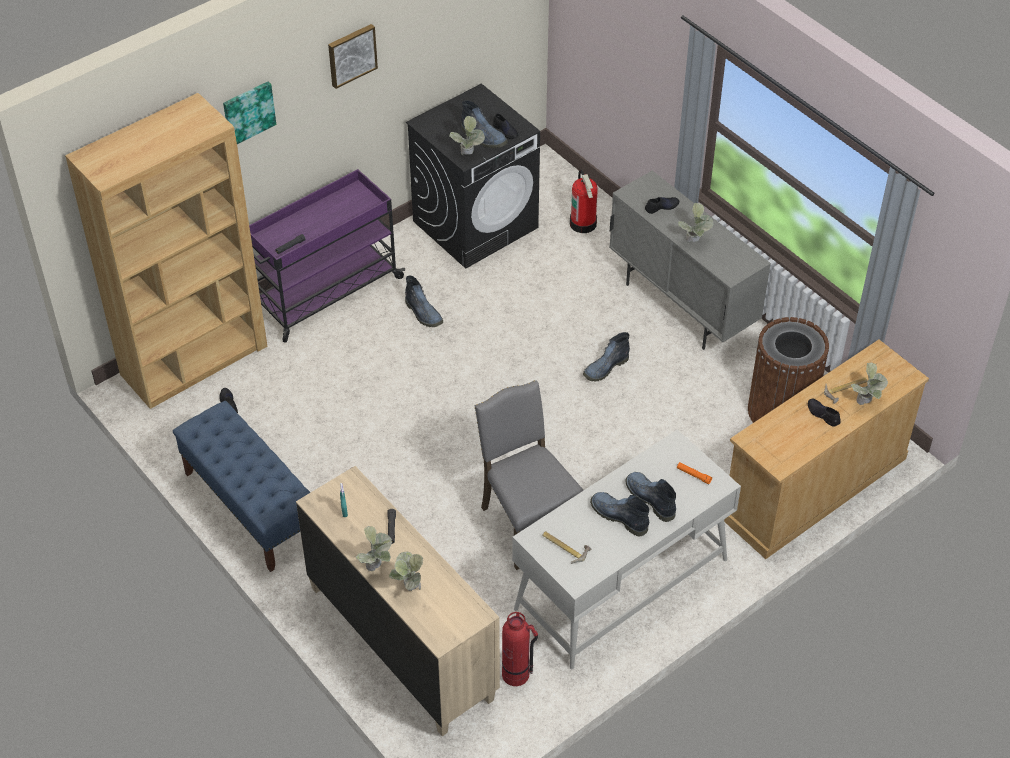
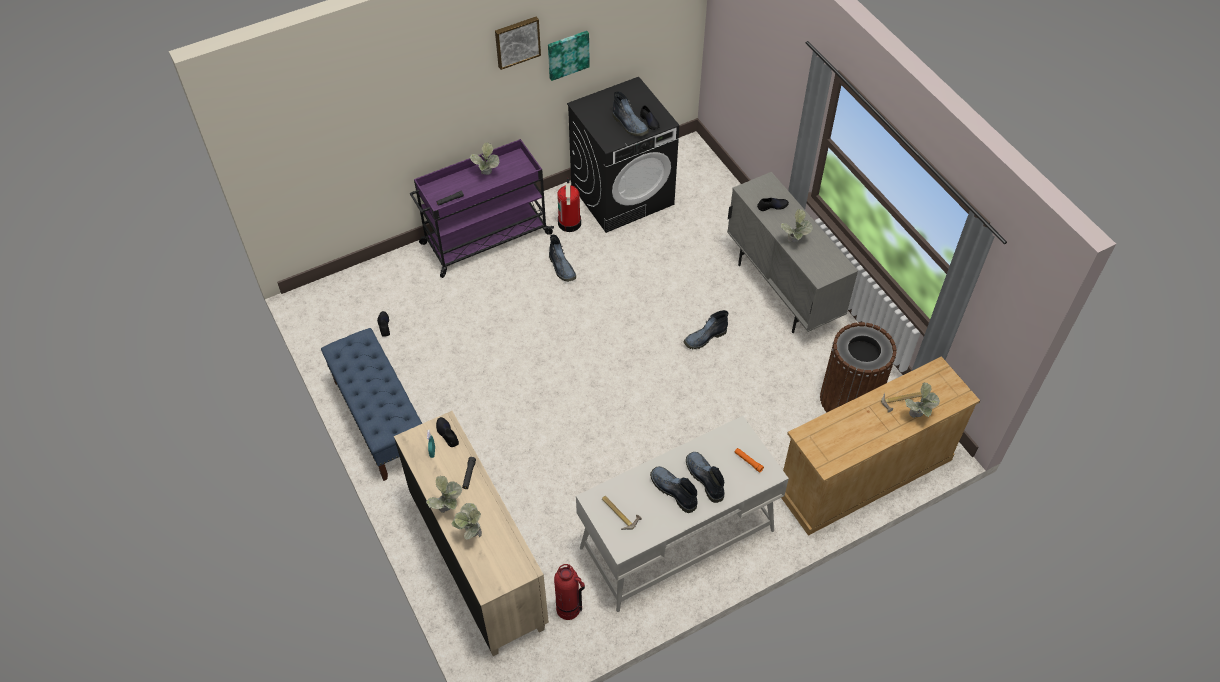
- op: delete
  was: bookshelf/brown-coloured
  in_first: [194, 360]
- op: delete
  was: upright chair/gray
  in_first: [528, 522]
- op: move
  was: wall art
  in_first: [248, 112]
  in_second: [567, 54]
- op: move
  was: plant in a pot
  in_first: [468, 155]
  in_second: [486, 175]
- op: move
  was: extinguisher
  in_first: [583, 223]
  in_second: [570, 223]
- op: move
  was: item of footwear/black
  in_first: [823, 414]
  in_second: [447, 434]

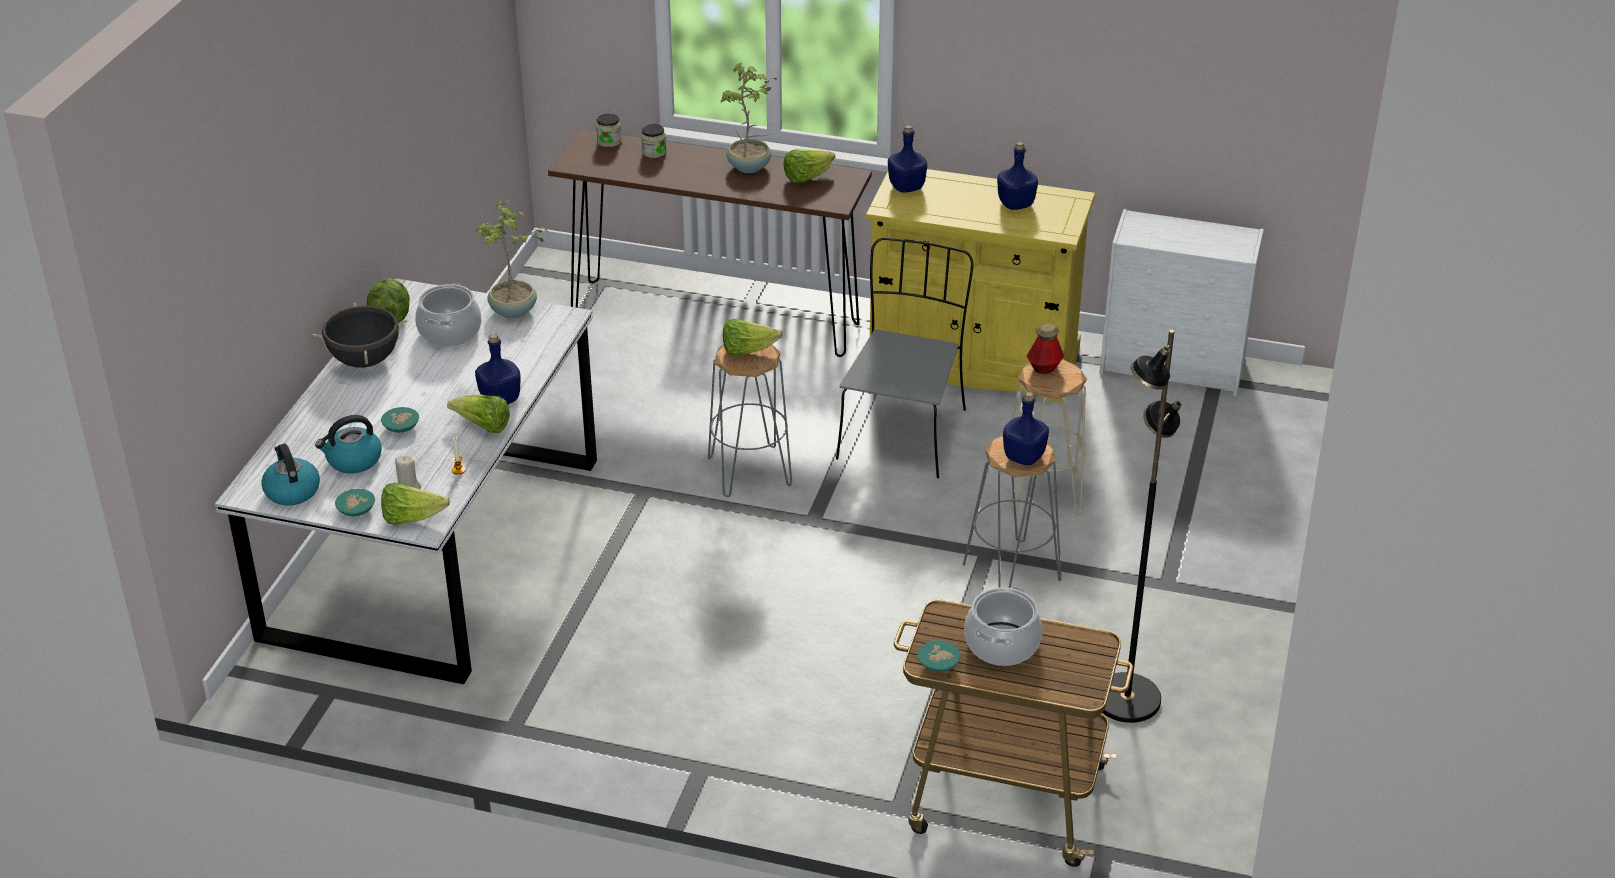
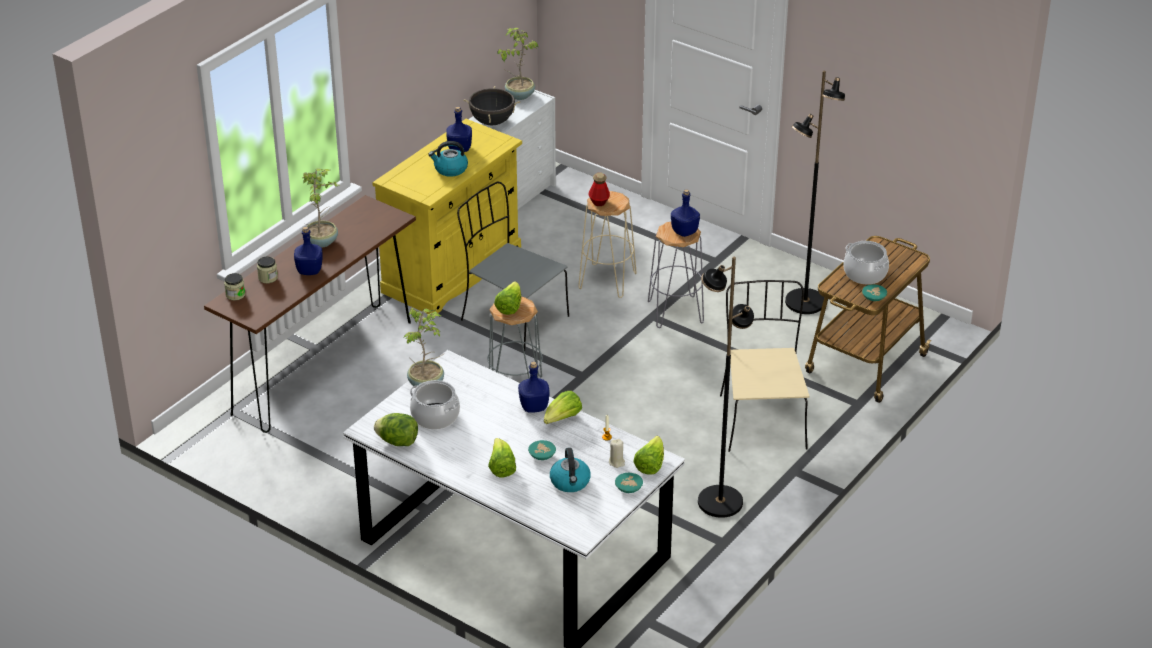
- op: insert
  now: plant in a pot
  in_second: [519, 95]
- op: insert
  now: floor lamp/black
  in_second: [719, 502]
- op: insert
  now: upright chair/beige-coloured
  in_second: [762, 420]
- op: move
  was: kettle
  in_first: [291, 491]
  in_second: [450, 169]
- op: move
  was: saucepot/black
  in_first: [365, 361]
  in_second: [492, 122]
- op: move
  was: lettuce
  in_first: [806, 177]
  in_second: [501, 468]
- op: move
  was: bottle/blue-coloured
  in_first: [907, 187]
  in_second: [309, 270]

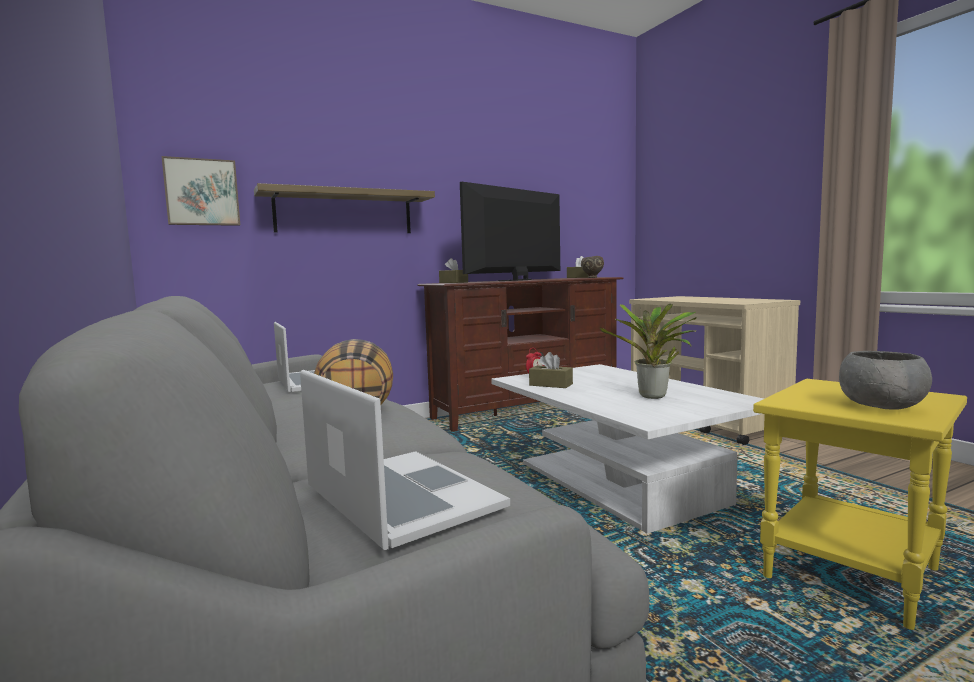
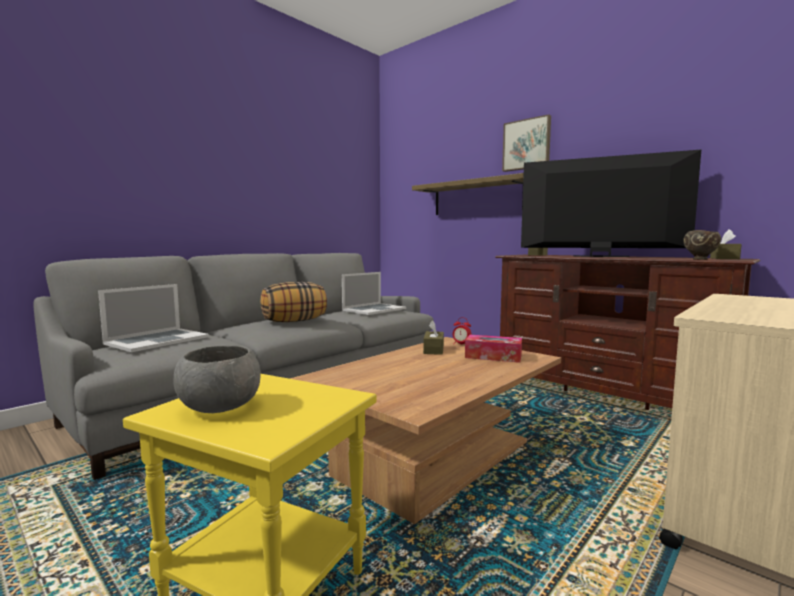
- op: delete
  was: plant in a pot
  in_first: [653, 397]
- op: insert
  now: tissue holder
  in_second: [493, 356]
- op: move
  was: wall art
  in_first: [202, 192]
  in_second: [527, 144]
- op: recolor
  was: lounge table/whitish
  now: lounge table/brown-coloured
  in_first: [617, 483]
  in_second: [435, 458]

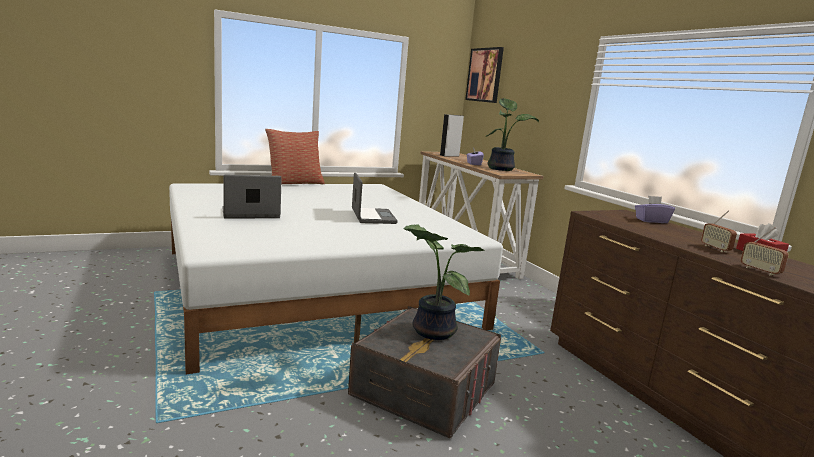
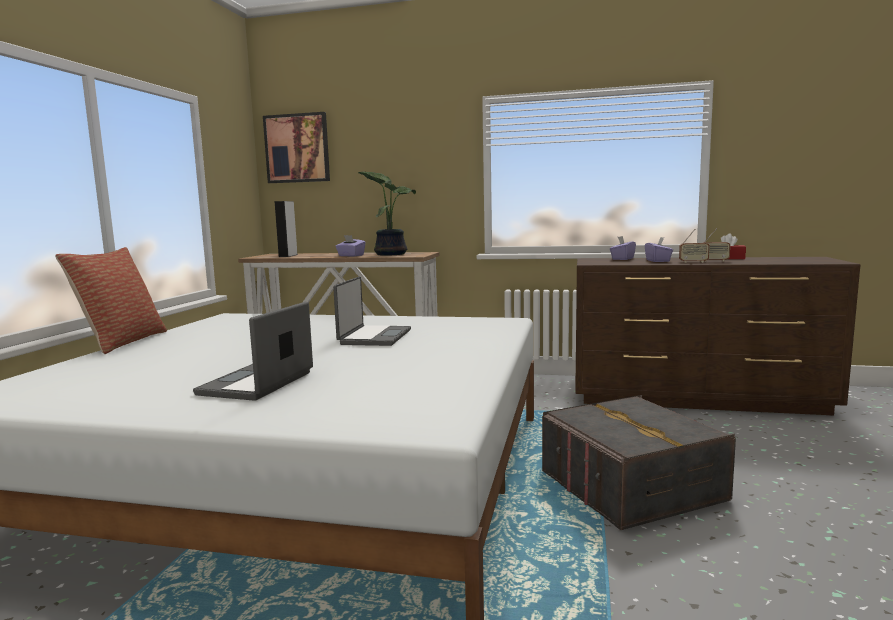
- op: delete
  was: plant in a pot
  in_first: [431, 331]
- op: insert
  now: tissue holder/purple-coloured
  in_second: [658, 261]
- op: move
  was: radio set
  in_first: [760, 271]
  in_second: [693, 262]
- op: rotate
  was: laptop
  in_first: [372, 217]
  in_second: [374, 337]
  clockwise: 75

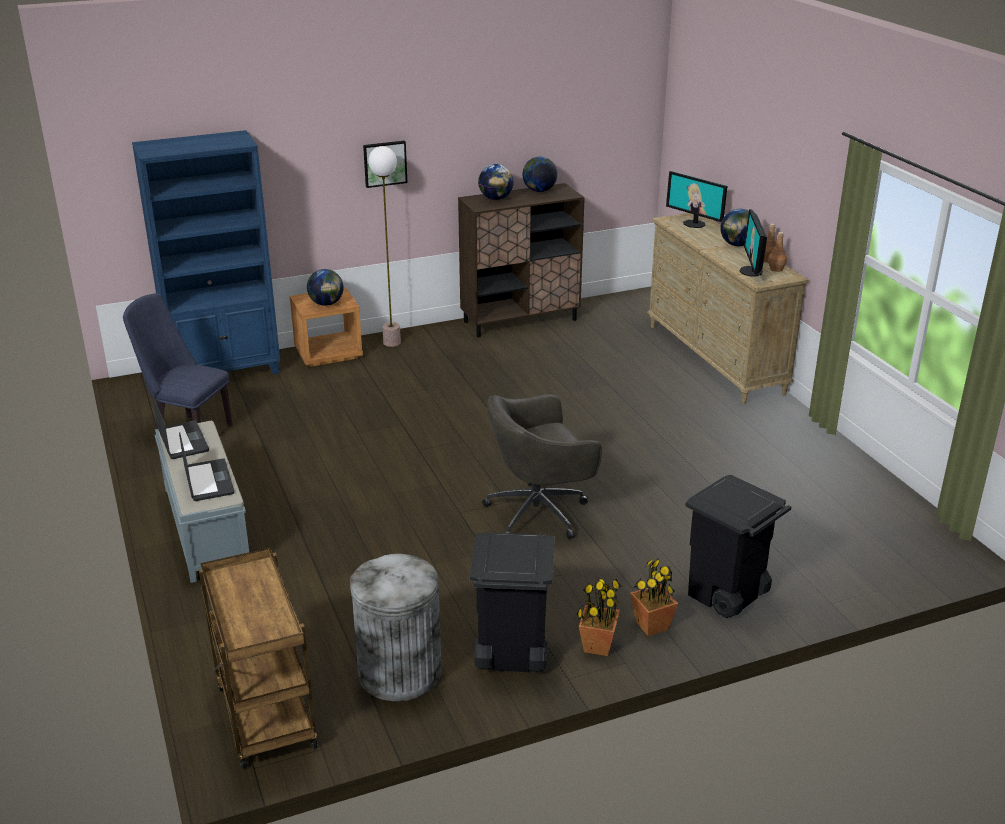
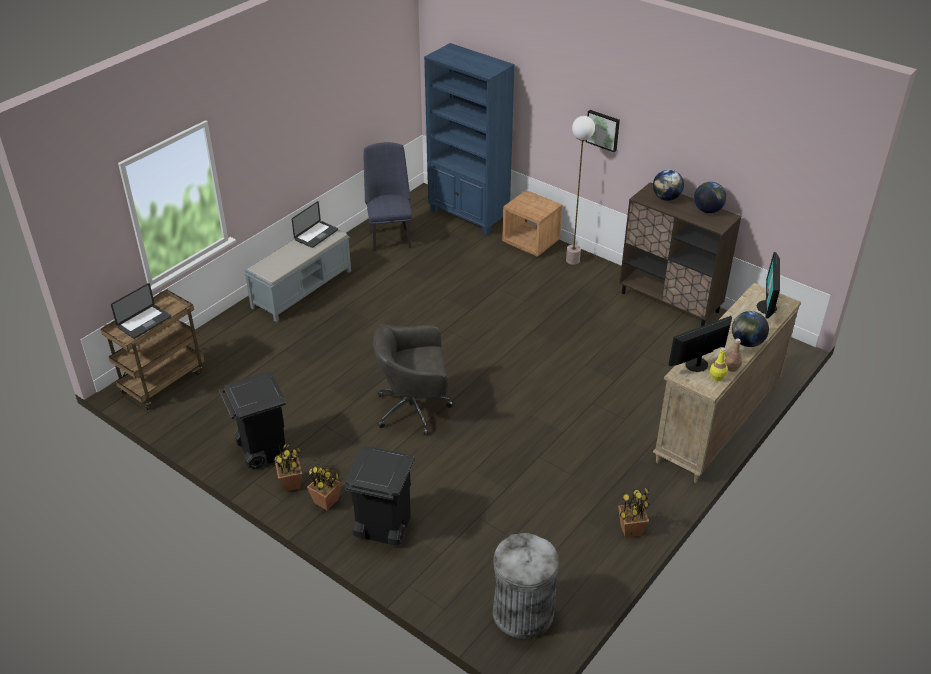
- op: delete
  was: world globe
  in_first: [326, 304]
- op: insert
  now: plant in a pot
  in_second: [630, 530]
- op: move
  was: laptop
  in_first: [209, 481]
  in_second: [144, 322]
- op: move
  was: rubbish bin/gray
  in_first: [399, 672]
  in_second: [522, 612]
- op: recolor
  was: bottle/brown-coloured
  now: bottle/yellow
  in_first: [776, 269]
  in_second: [717, 377]
- op: rotate
  was: computer chair/gray
  in_first: [540, 513]
  in_second: [414, 409]
  clockwise: -45

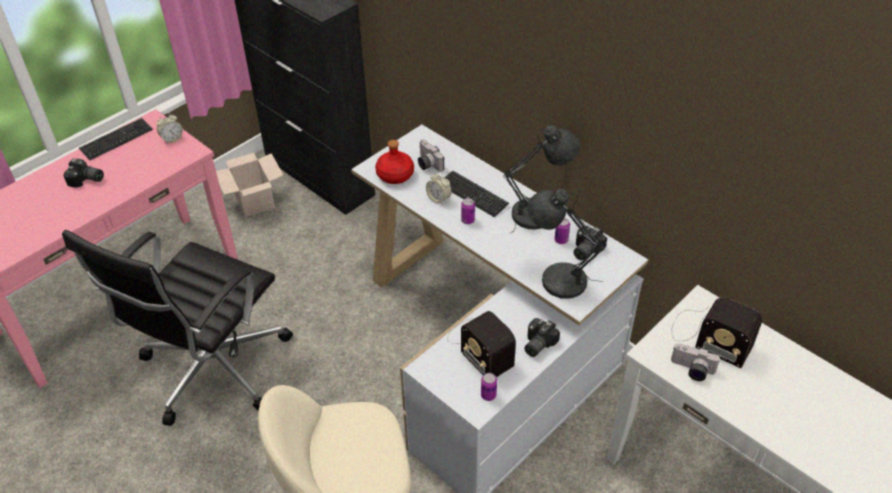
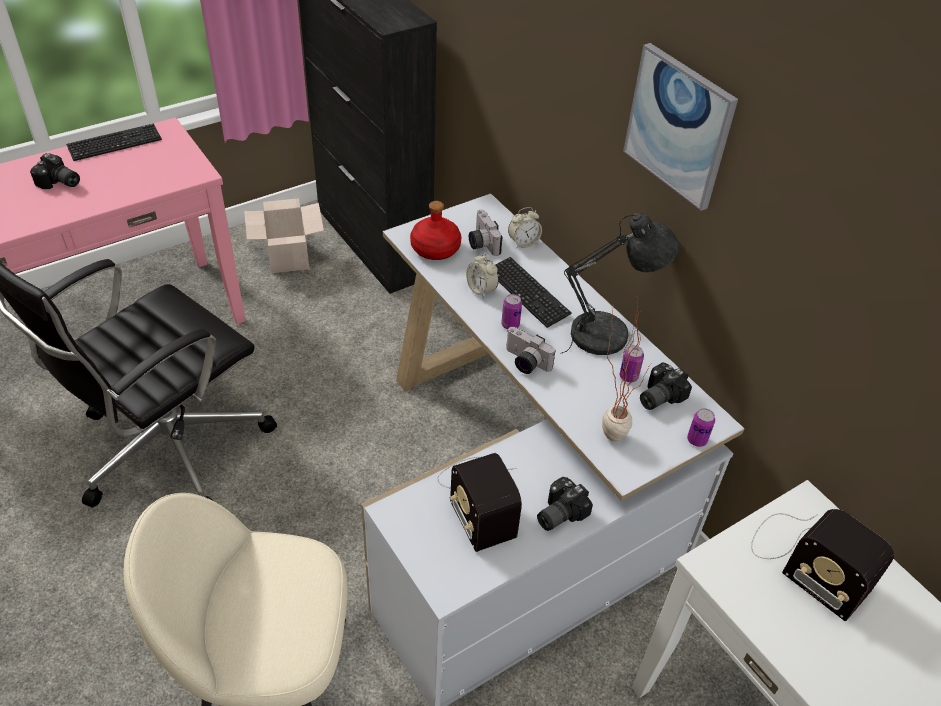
- op: insert
  now: wall art
  in_second: [679, 126]
- op: move
  was: alarm clock
  in_first: [172, 139]
  in_second: [523, 243]
- op: move
  was: metal can
  in_first: [488, 395]
  in_second: [697, 440]
- op: move
  was: still camera
  in_first: [691, 370]
  in_second: [524, 362]
- op: replace
  was: lamp for a table/gray
  now: plant in a pot
  in_first: [558, 279]
  in_second: [609, 429]

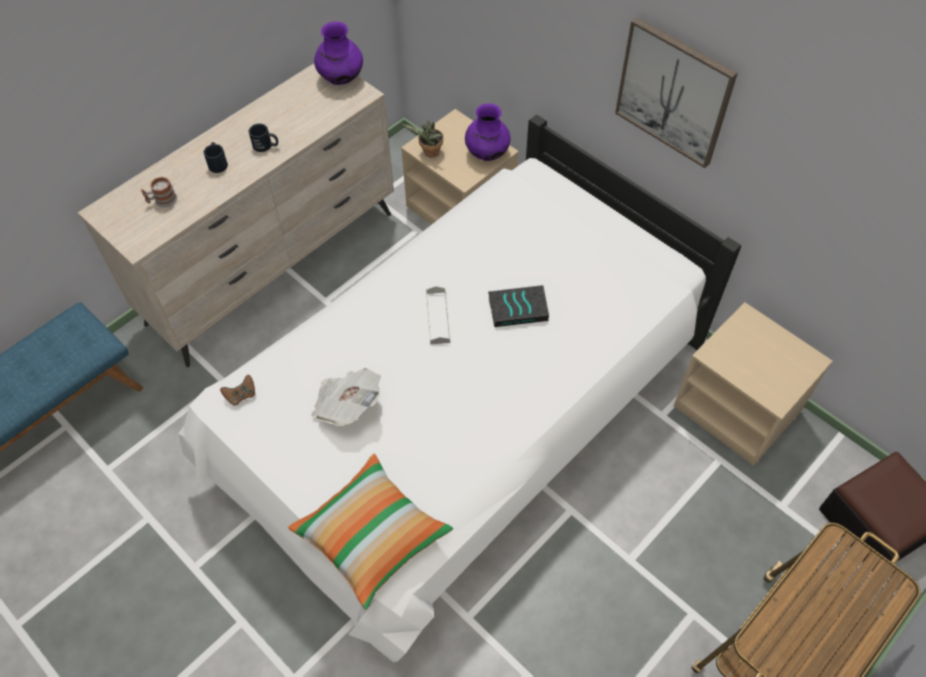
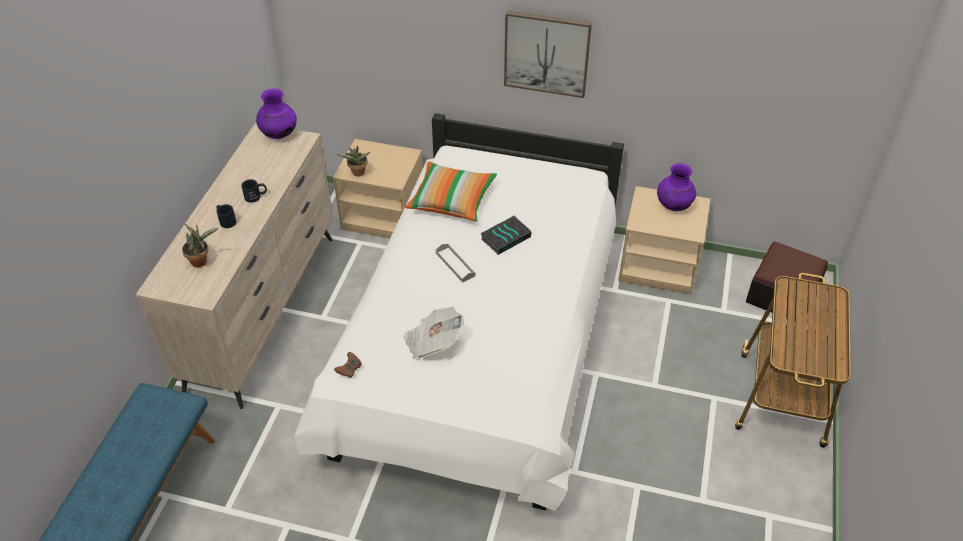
- op: move
  was: pillow
  in_first: [372, 536]
  in_second: [452, 200]
- op: move
  was: decorative vase/purple-coloured
  in_first: [487, 153]
  in_second: [673, 205]
- op: replace
  was: coffee mug
  now: plant in a pot
  in_first: [162, 201]
  in_second: [201, 261]

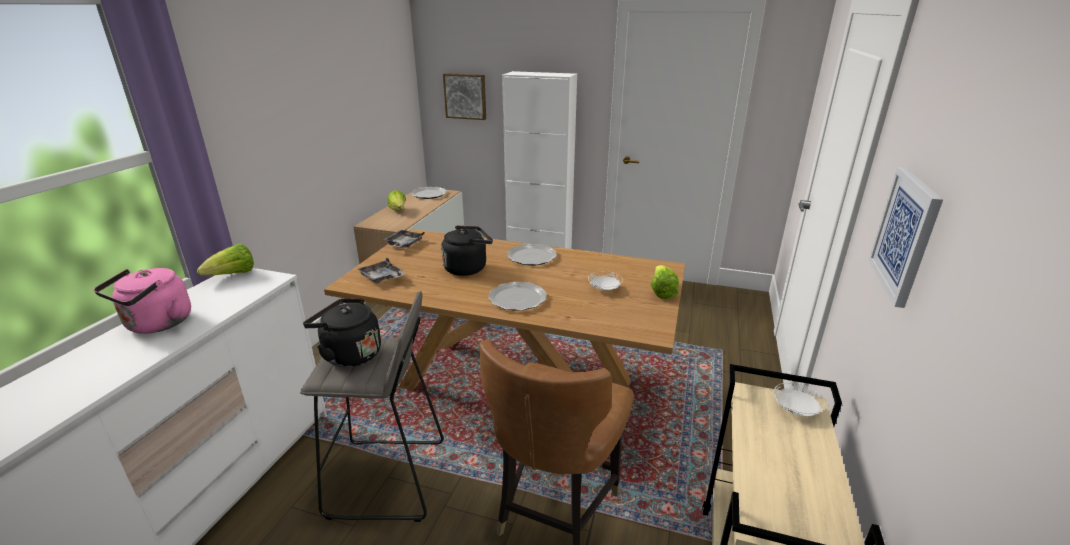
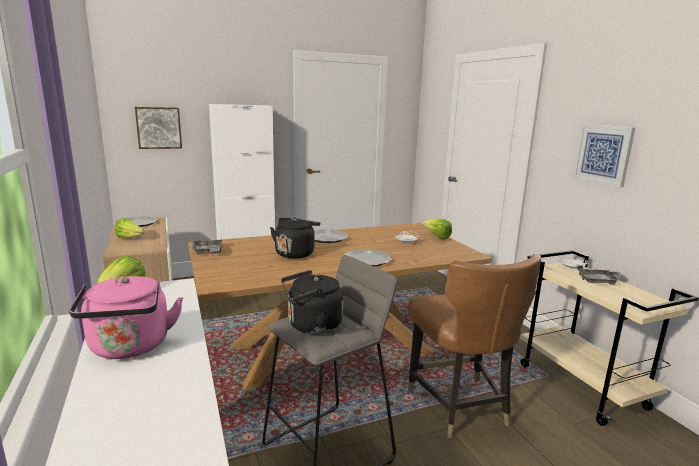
- op: move
  was: tray/gray
  in_first: [382, 278]
  in_second: [598, 281]

